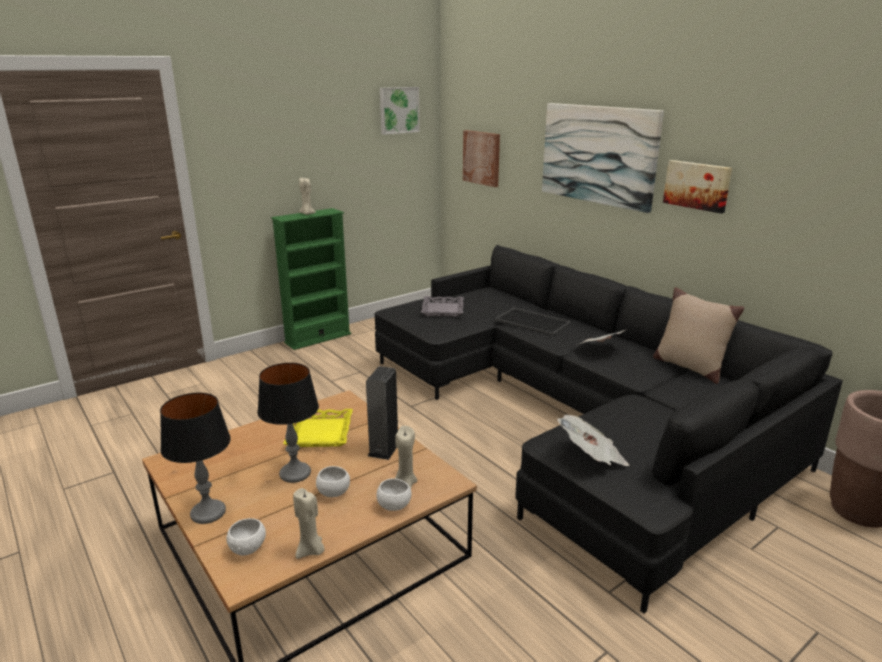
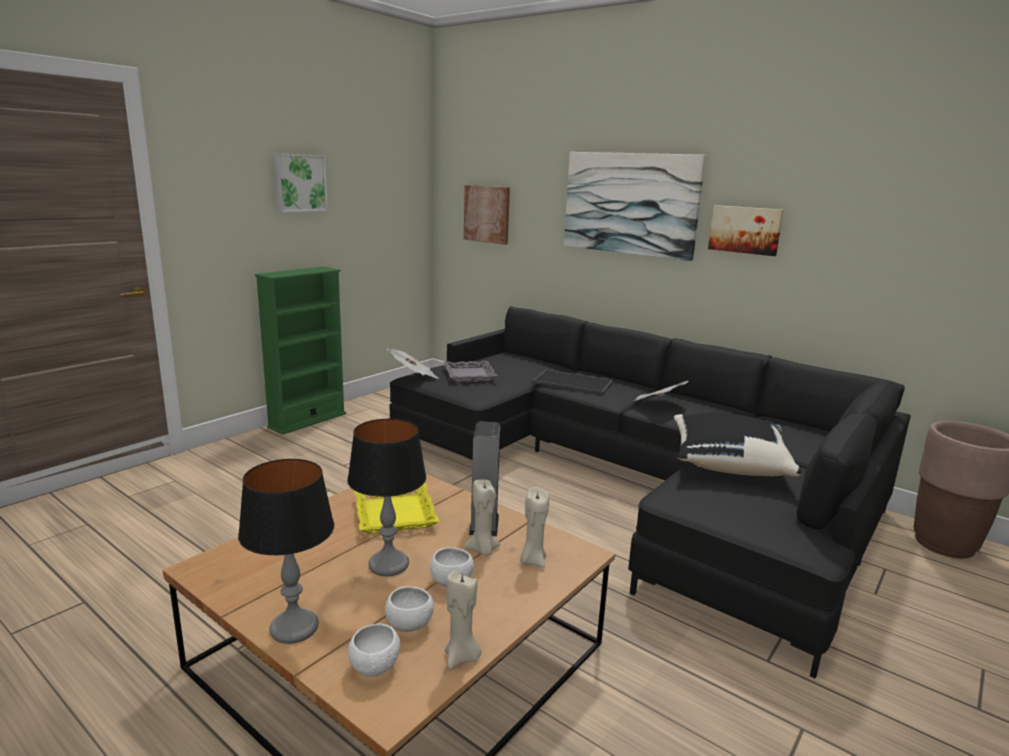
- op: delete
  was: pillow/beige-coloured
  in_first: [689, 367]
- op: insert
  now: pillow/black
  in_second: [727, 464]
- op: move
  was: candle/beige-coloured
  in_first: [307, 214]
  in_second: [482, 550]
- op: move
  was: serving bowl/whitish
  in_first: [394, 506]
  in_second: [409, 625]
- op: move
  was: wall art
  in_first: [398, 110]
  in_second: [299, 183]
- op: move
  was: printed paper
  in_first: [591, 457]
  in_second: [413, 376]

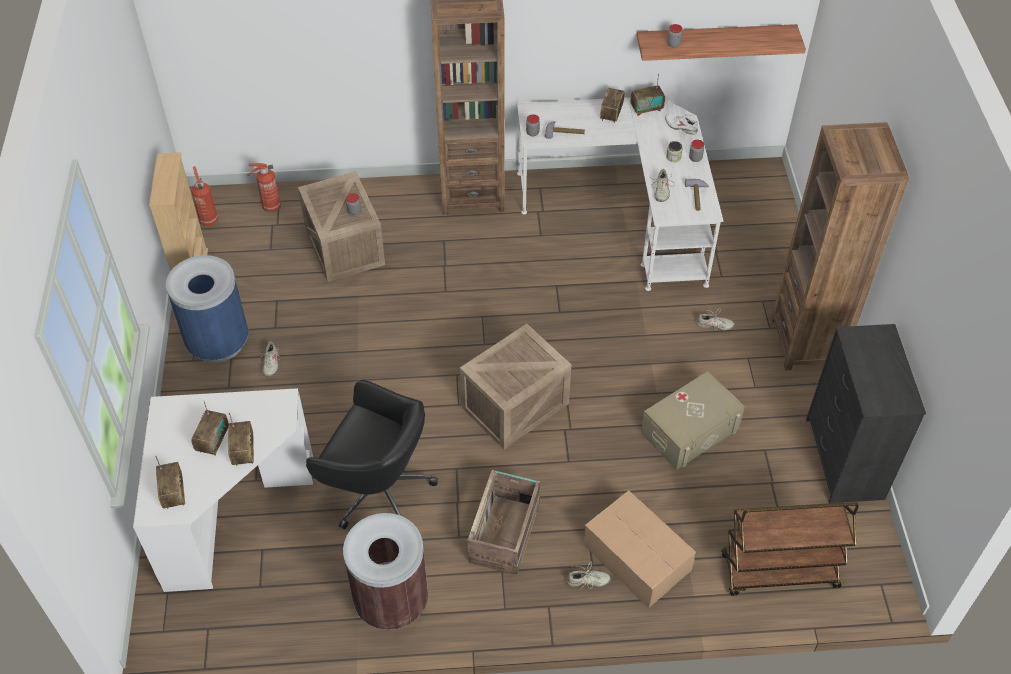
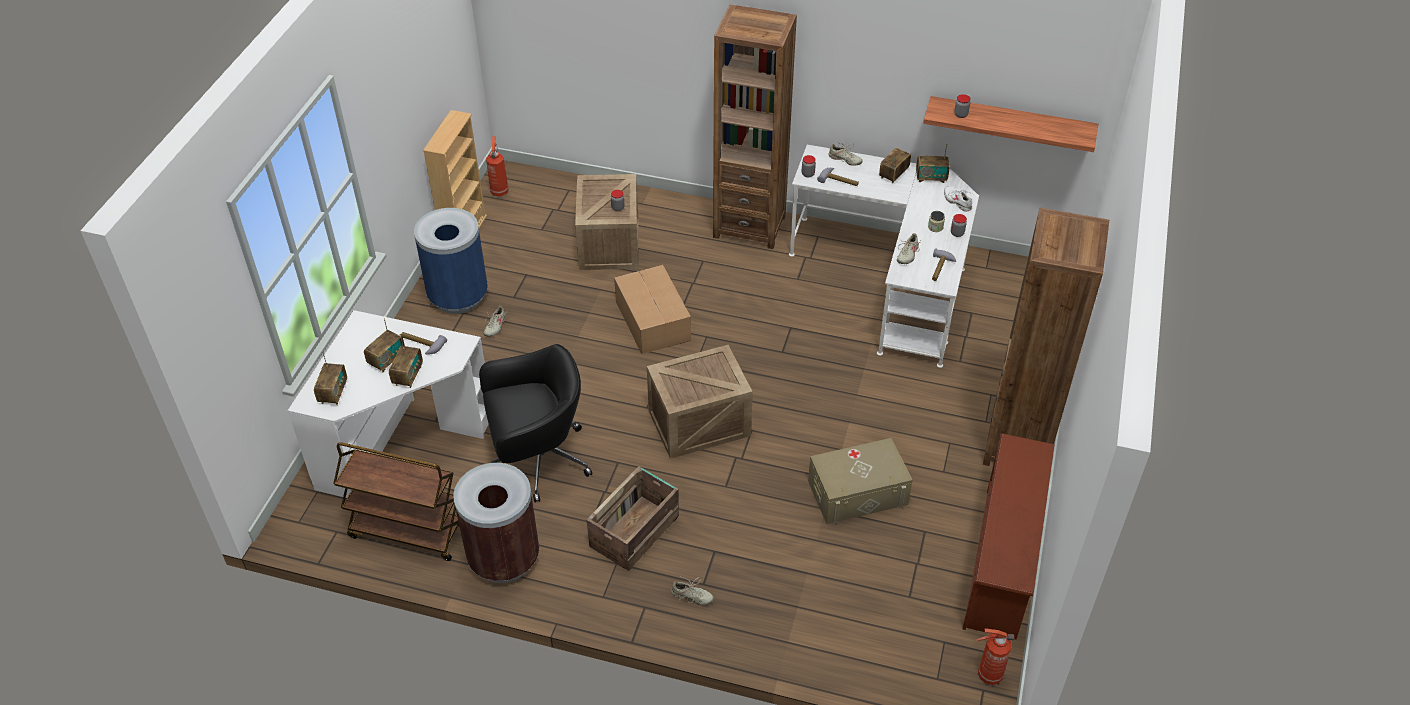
- op: insert
  now: hammer
  in_second: [422, 345]
- op: move
  was: extinguisher
  in_first: [270, 207]
  in_second: [988, 675]
- op: move
  was: packing box
  in_first: [636, 556]
  in_second: [653, 319]
- op: move
  was: item of footwear/beige-coloured
  in_first: [714, 325]
  in_second: [844, 160]
- op: move
  was: cart/brown-coloured
  in_first: [778, 572]
  in_second: [407, 532]
- op: replace
  was: drawer chest/black
  now: shoe stand/brown-coloured
  in_first: [843, 458]
  in_second: [1002, 563]
- op: rotate
  was: computer chair/black
  in_first: [378, 490]
  in_second: [538, 460]
  clockwise: -60

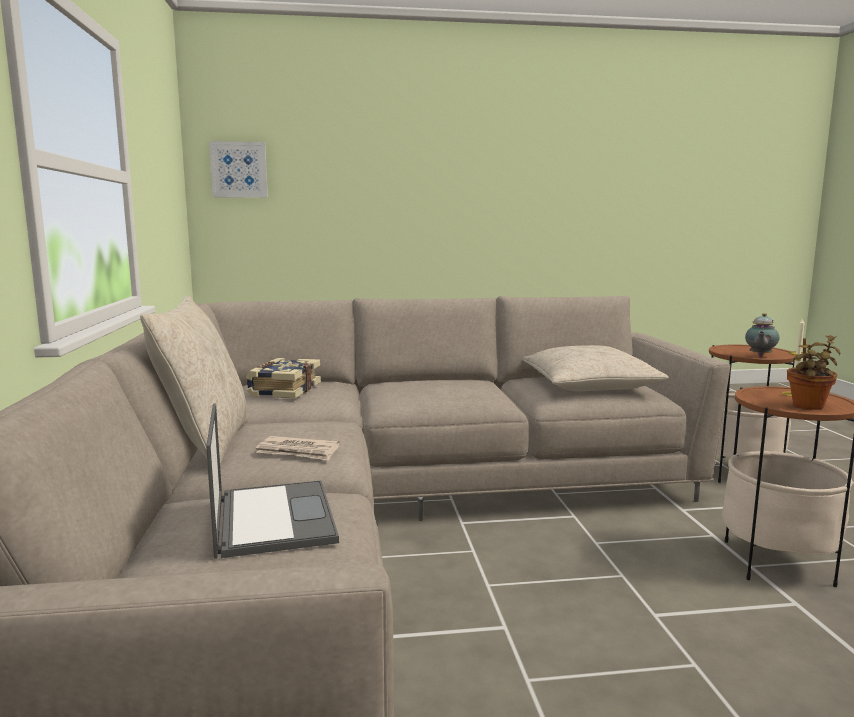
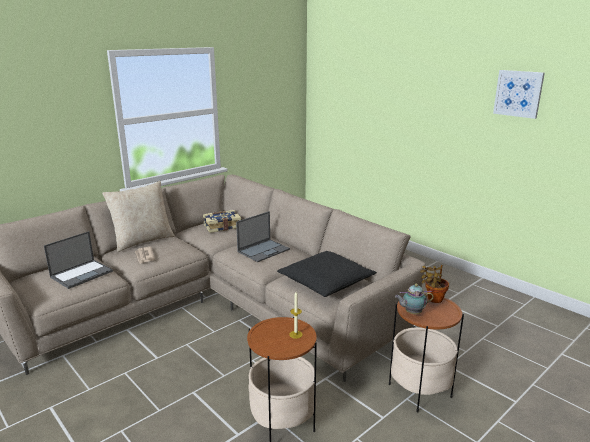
- op: insert
  now: laptop
  in_second: [264, 250]
- op: move
  was: wall art
  in_first: [239, 170]
  in_second: [518, 93]
- op: move
  was: plant in a pot
  in_first: [808, 407]
  in_second: [433, 299]
- op: recolor
  was: pillow/beige-coloured
  now: pillow/black
  in_first: [589, 384]
  in_second: [326, 282]

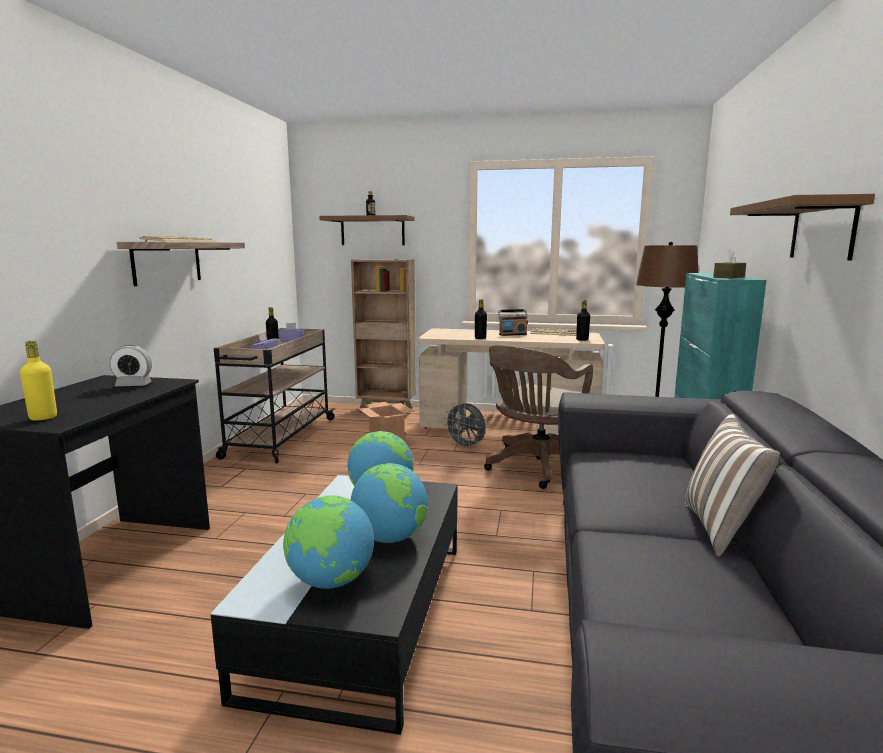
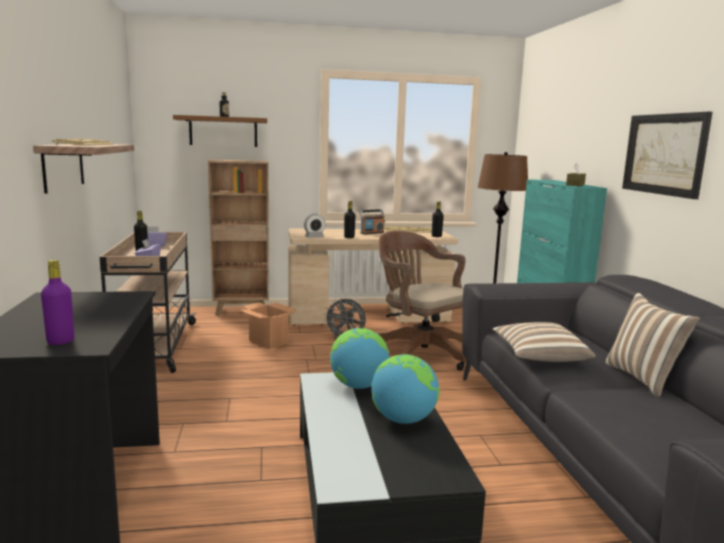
- op: delete
  was: world globe
  in_first: [330, 582]
- op: insert
  now: pillow
  in_second: [539, 357]
- op: move
  was: alarm clock
  in_first: [133, 385]
  in_second: [314, 237]
- op: replace
  was: wall shelf/brown-coloured
  now: wall art
  in_first: [822, 230]
  in_second: [664, 154]
- op: recolor
  was: bottle/yellow
  now: bottle/purple-coloured
  in_first: [43, 418]
  in_second: [60, 341]
- op: rotate
  was: computer chair/brown-coloured
  in_first: [536, 468]
  in_second: [419, 352]
  clockwise: 120

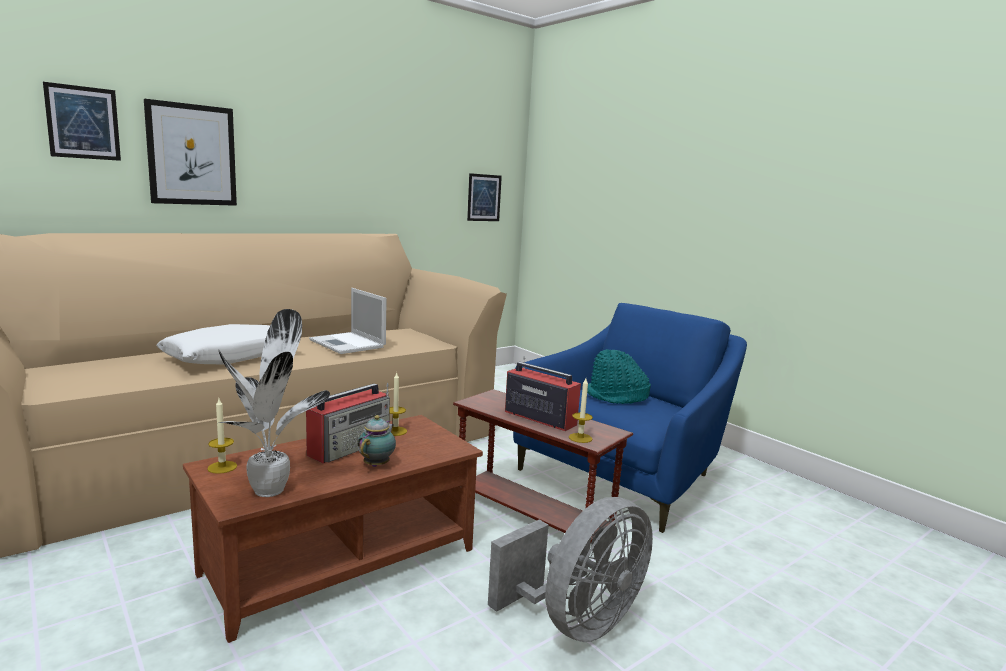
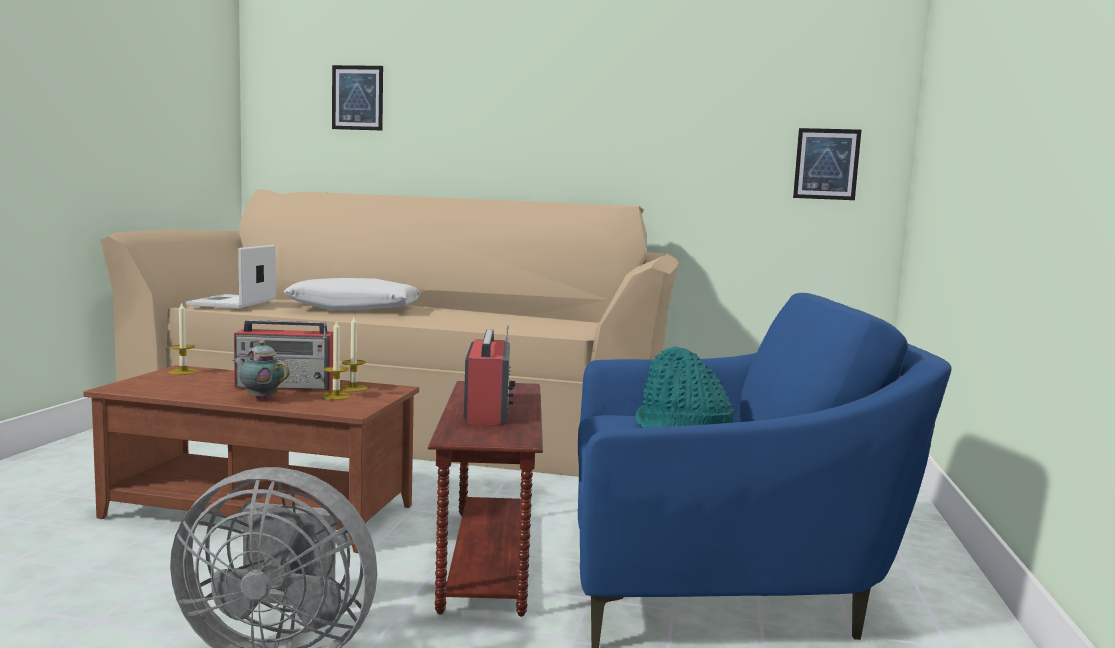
- op: delete
  was: wall art
  in_first: [192, 155]
- op: delete
  was: plant in a pot
  in_first: [271, 489]
- op: move
  was: laptop
  in_first: [348, 344]
  in_second: [232, 303]
- op: move
  was: candle
  in_first: [580, 438]
  in_second: [336, 396]
- op: rotate
  was: teapot
  in_first: [377, 464]
  in_second: [260, 399]
  clockwise: -135

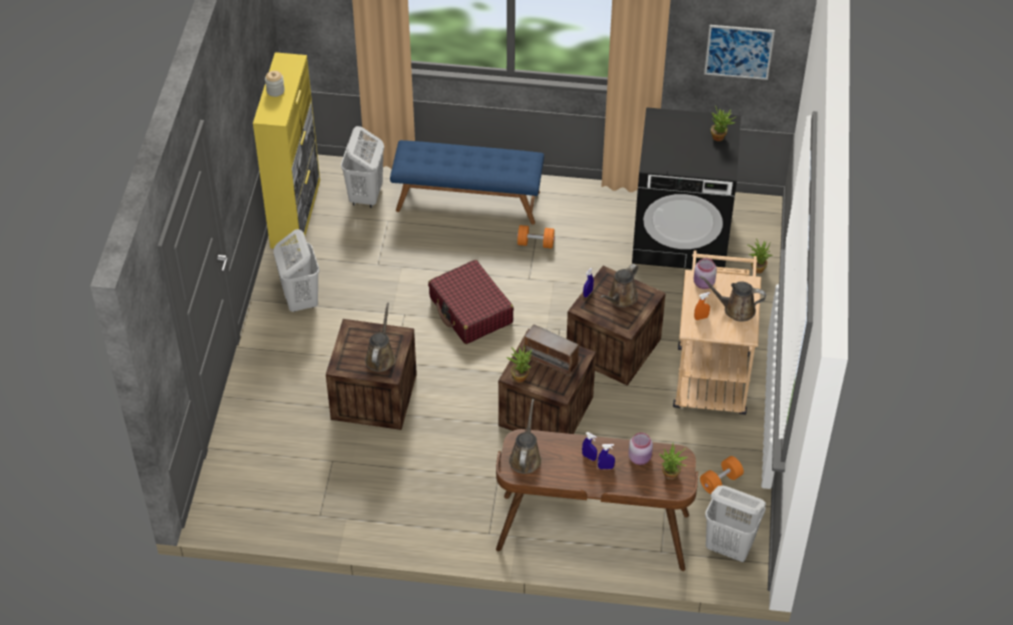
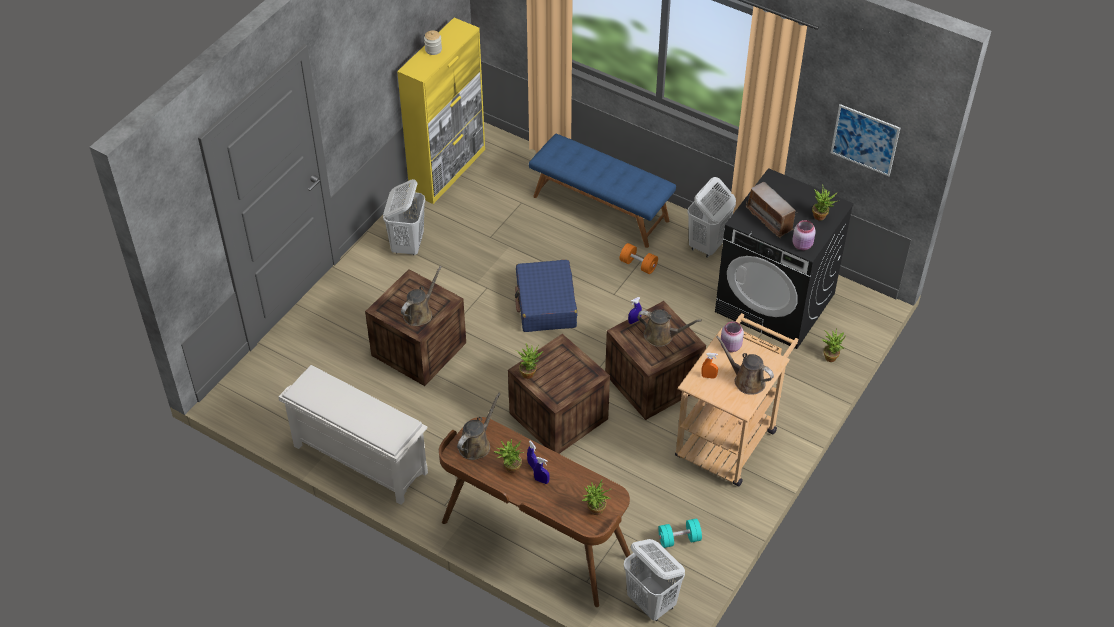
- op: insert
  now: shoe stand/whitish
  in_second: [358, 459]
- op: insert
  now: plant in a pot
  in_second: [510, 469]
- op: move
  was: laundry basket/whitish
  in_first: [365, 196]
  in_second: [707, 245]
- op: move
  was: radio set
  in_first: [551, 359]
  in_second: [770, 219]
- op: move
  was: jar/pinkish
  in_first: [640, 458]
  in_second: [802, 245]
- op: recolor
  was: travel case/red-coloured
  now: travel case/blue-coloured
  in_first: [471, 311]
  in_second: [546, 304]
- op: recolor
  was: free weight/orange-coloured
  now: free weight/blue-green
  in_first: [720, 481]
  in_second: [679, 539]
- op: rotate
  was: sprinkling can/brown-coloured
  in_first: [621, 298]
  in_second: [661, 336]
  clockwise: -135

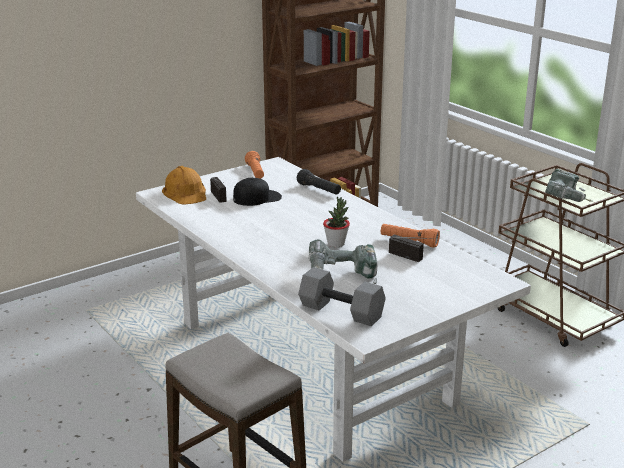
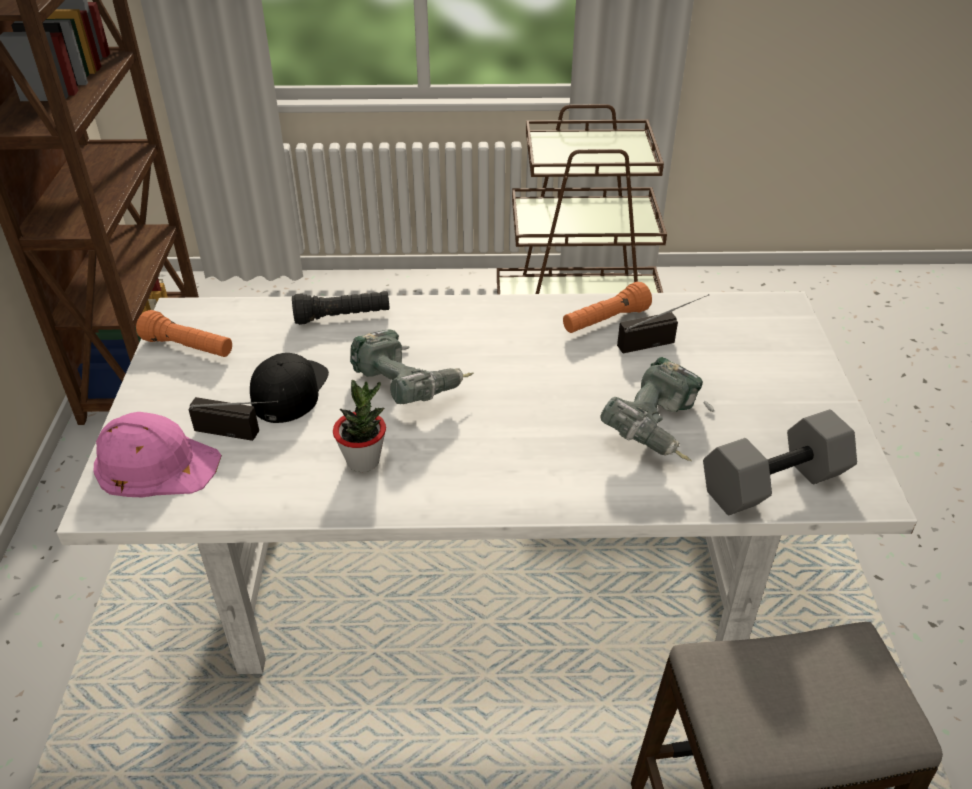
- op: move
  was: plant in a pot
  in_first: [336, 243]
  in_second: [363, 461]
- op: move
  was: power drill
  in_first: [566, 199]
  in_second: [409, 386]
- op: recolor
  was: safety helmet/orange-coloured
  now: safety helmet/pinkish
  in_first: [185, 192]
  in_second: [155, 463]

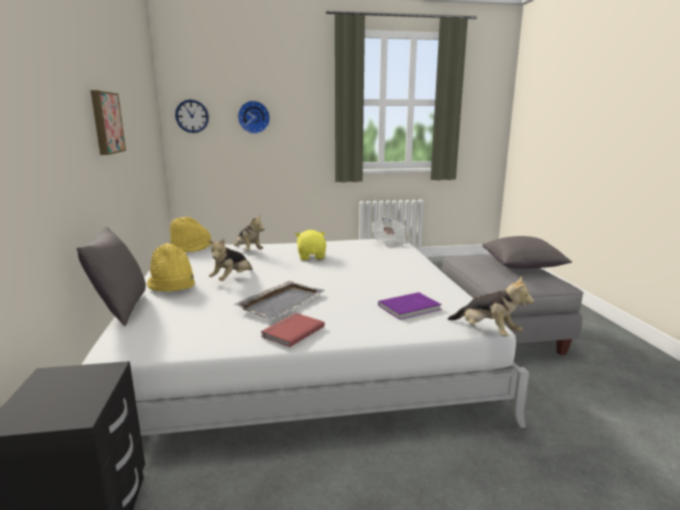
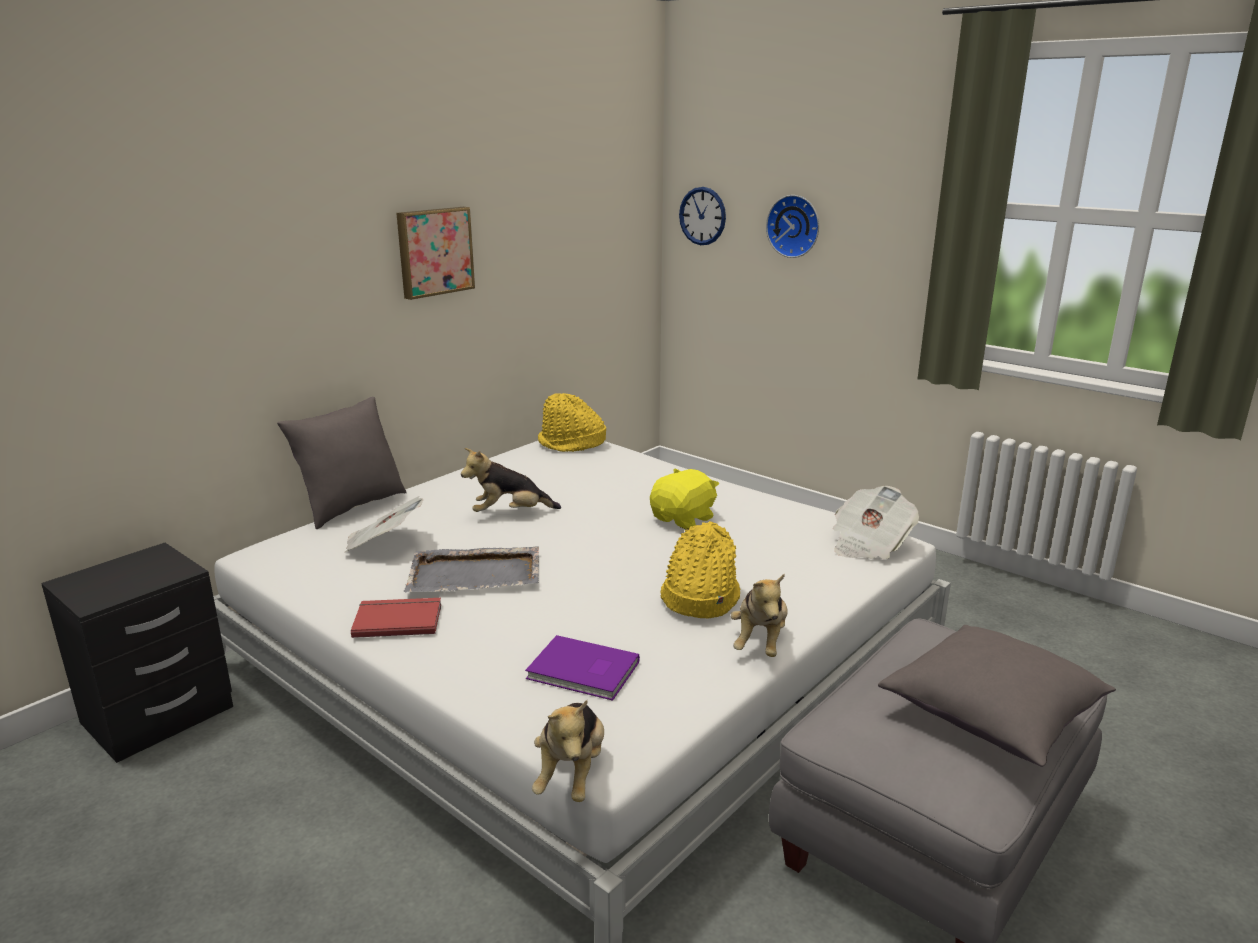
- op: insert
  now: printed paper
  in_second: [383, 544]
- op: move
  was: wearable hat/yellow
  in_first: [171, 285]
  in_second: [698, 597]
- op: move
  was: cuddly toy
  in_first: [248, 251]
  in_second: [760, 642]

